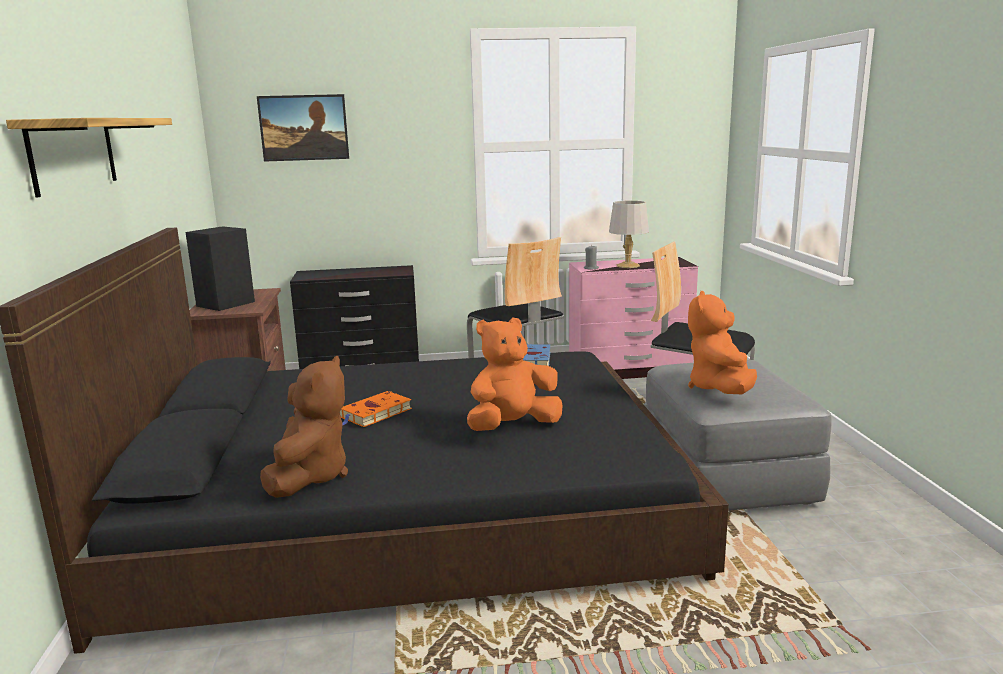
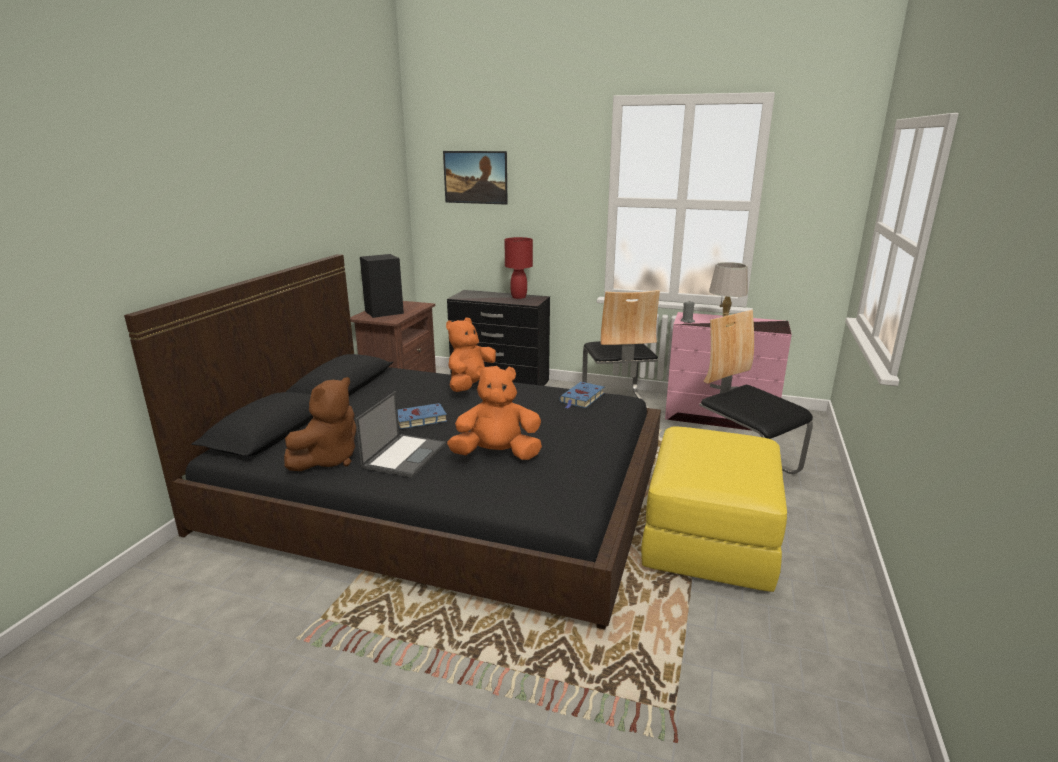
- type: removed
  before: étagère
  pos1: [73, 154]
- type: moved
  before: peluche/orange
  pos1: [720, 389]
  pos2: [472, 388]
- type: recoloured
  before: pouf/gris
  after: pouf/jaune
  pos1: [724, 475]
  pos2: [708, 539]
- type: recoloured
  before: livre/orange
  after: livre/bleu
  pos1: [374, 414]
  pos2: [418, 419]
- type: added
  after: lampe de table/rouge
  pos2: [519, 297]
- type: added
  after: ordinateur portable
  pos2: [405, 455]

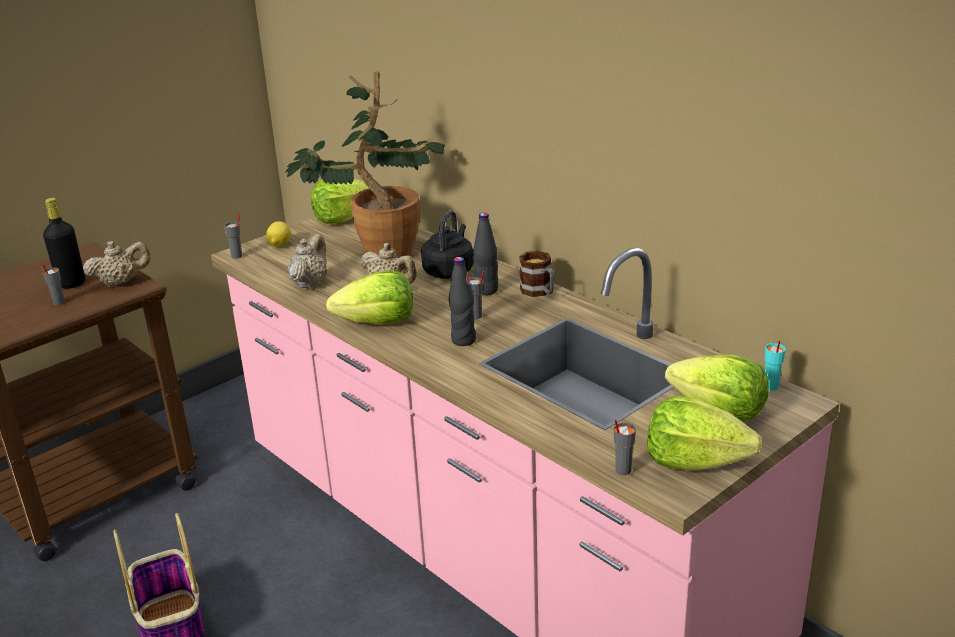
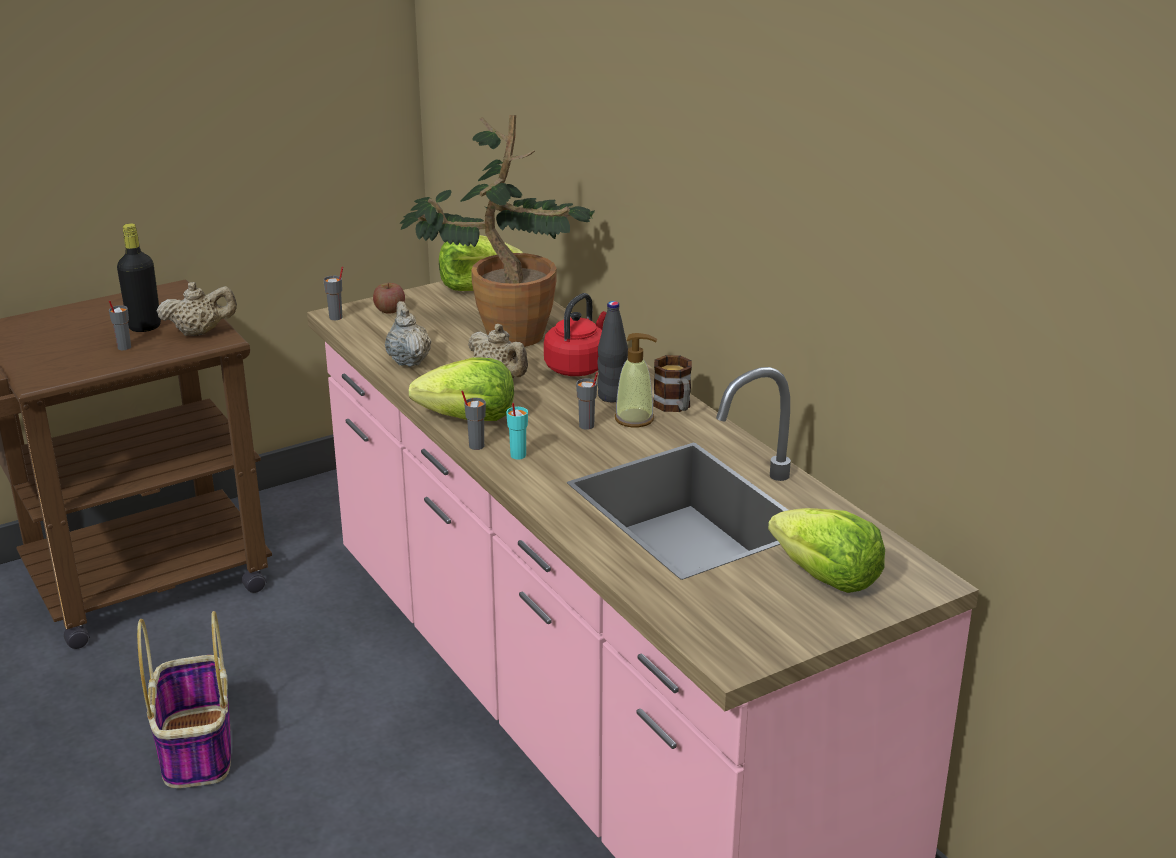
- type: recoloured
  before: bouilloire/noir
  after: bouilloire/rouge
  pos1: [449, 271]
  pos2: [578, 367]
- type: replaced
  before: citron
  after: pomme
  pos1: [279, 245]
  pos2: [389, 310]
- type: turned
  before: théière/beige
  pos1: [310, 283]
  pos2: [408, 360]
  turn: -45
- type: removed
  before: bouteille/noir
  pos1: [463, 340]
- type: moved
  before: tasse/turquoise
  pos1: [770, 387]
  pos2: [517, 455]
- type: removed
  before: laitue
  pos1: [694, 461]
- type: moved
  before: tasse/gris
  pos1: [622, 470]
  pos2: [476, 446]
- type: added
  after: distributeur de savon
  pos2: [634, 419]

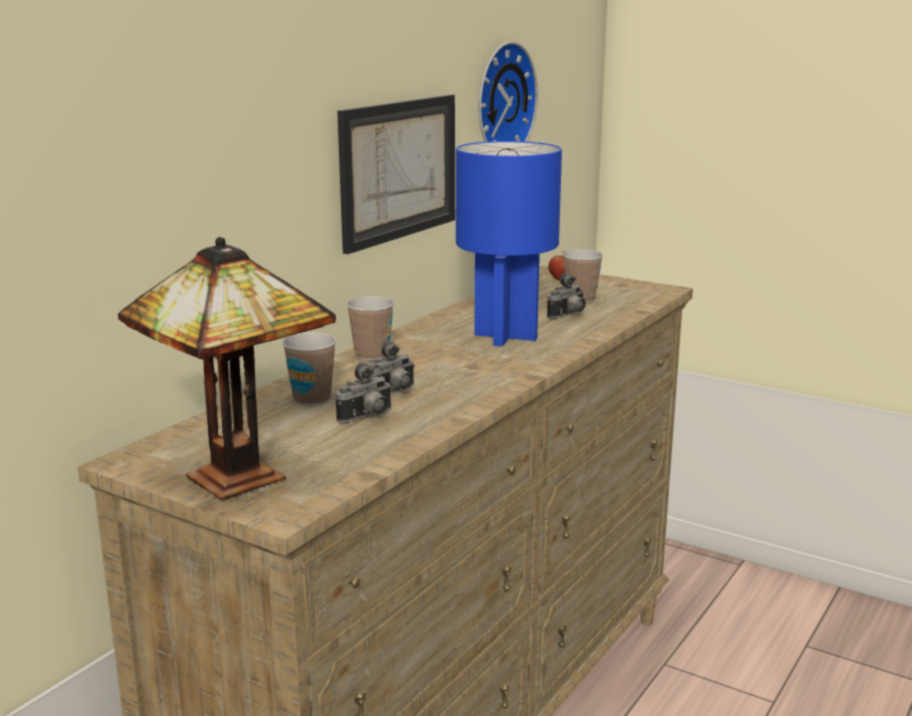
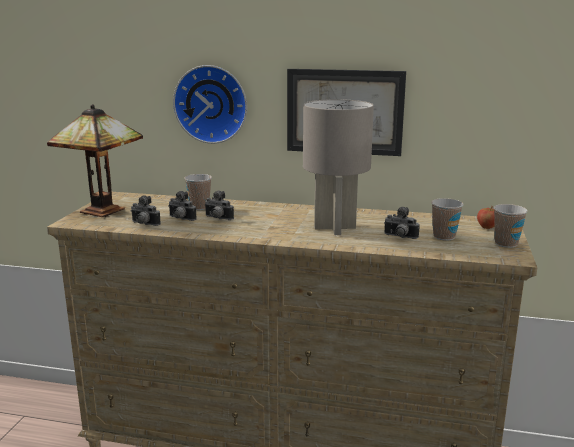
- type: moved
  before: horloge murale
  pos1: [500, 100]
  pos2: [212, 104]
- type: recoloured
  before: lampe de table/bleu
  after: lampe de table/gris
  pos1: [506, 336]
  pos2: [335, 228]
- type: moved
  before: tasse
  pos1: [371, 355]
  pos2: [506, 244]
- type: added
  after: appareil photo
  pos2: [144, 224]

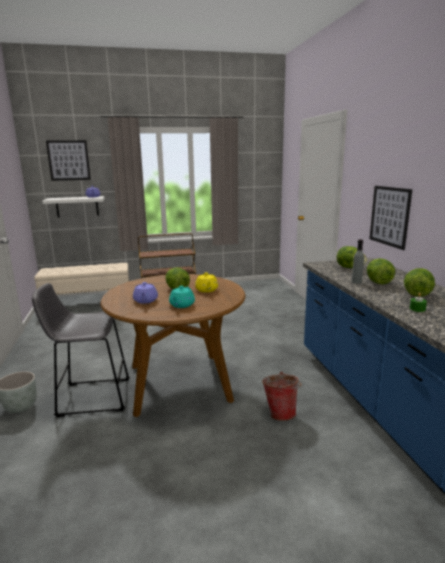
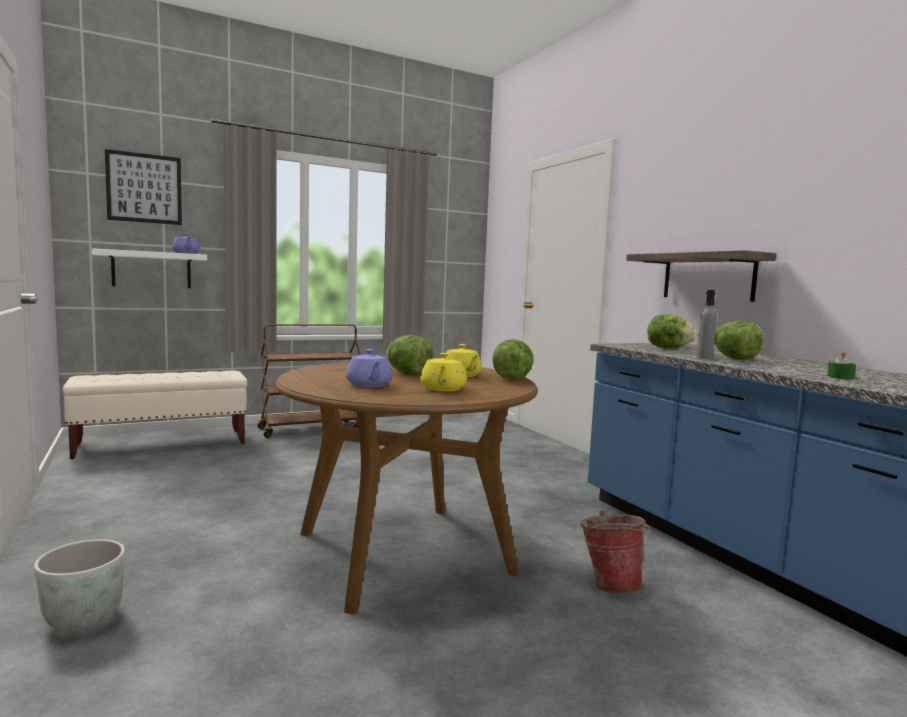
- type: replaced
  before: tableau
  after: étagère
  pos1: [389, 216]
  pos2: [708, 277]
- type: moved
  before: laitue
  pos1: [417, 294]
  pos2: [511, 379]
- type: removed
  before: tabouret/gris
  pos1: [90, 397]
- type: recoloured
  before: théière/turquoise
  after: théière/jaune
  pos1: [181, 305]
  pos2: [443, 389]

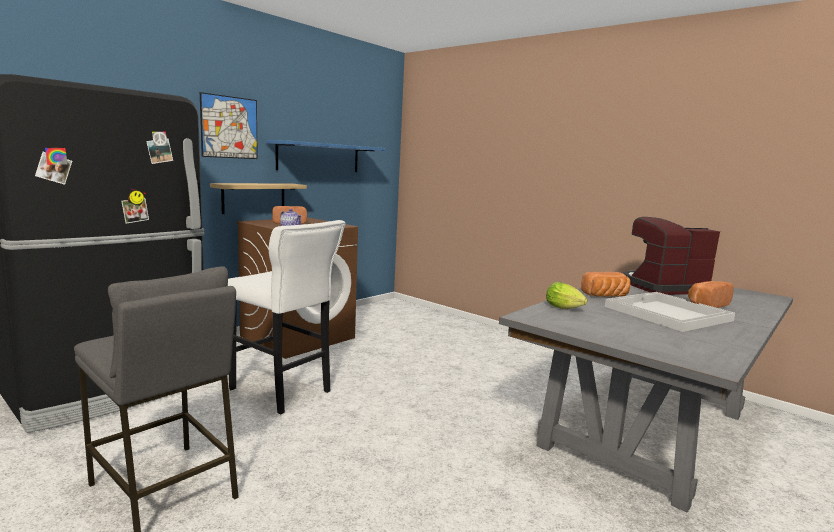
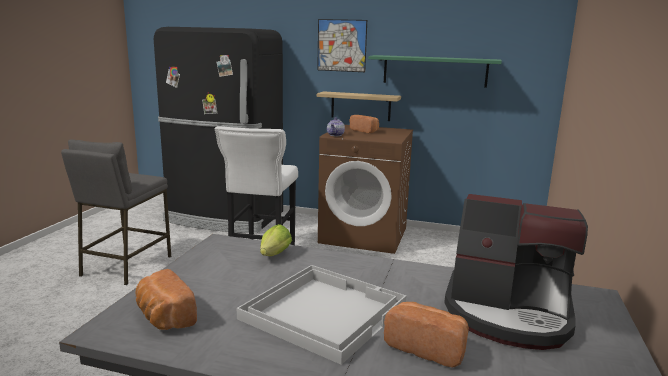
- type: recoloured
  before: étagère/bleu
  after: étagère/vert
  pos1: [319, 157]
  pos2: [434, 71]
- type: turned
  before: machine à café
  pos1: [663, 287]
  pos2: [508, 314]
  turn: 150
- type: moved
  before: pain
  pos1: [606, 296]
  pos2: [164, 317]

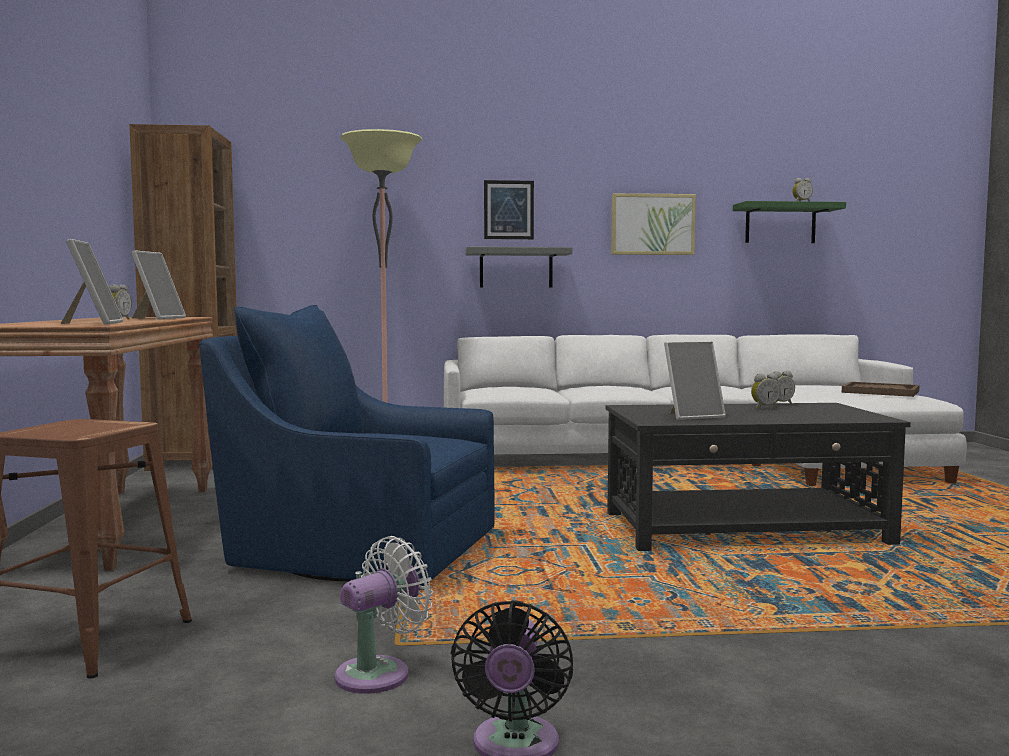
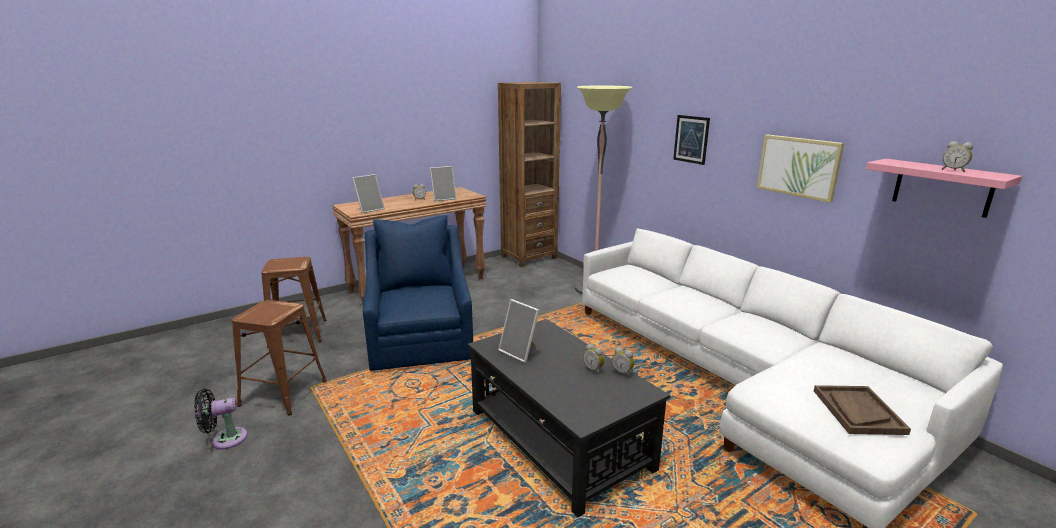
- type: recoloured
  before: étagère/vert
  after: étagère/rose
  pos1: [780, 224]
  pos2: [942, 187]
- type: removed
  before: étagère/gris
  pos1: [516, 268]
- type: replaced
  before: ventilateur/blanc
  after: tabouret/marron
  pos1: [379, 673]
  pos2: [283, 393]

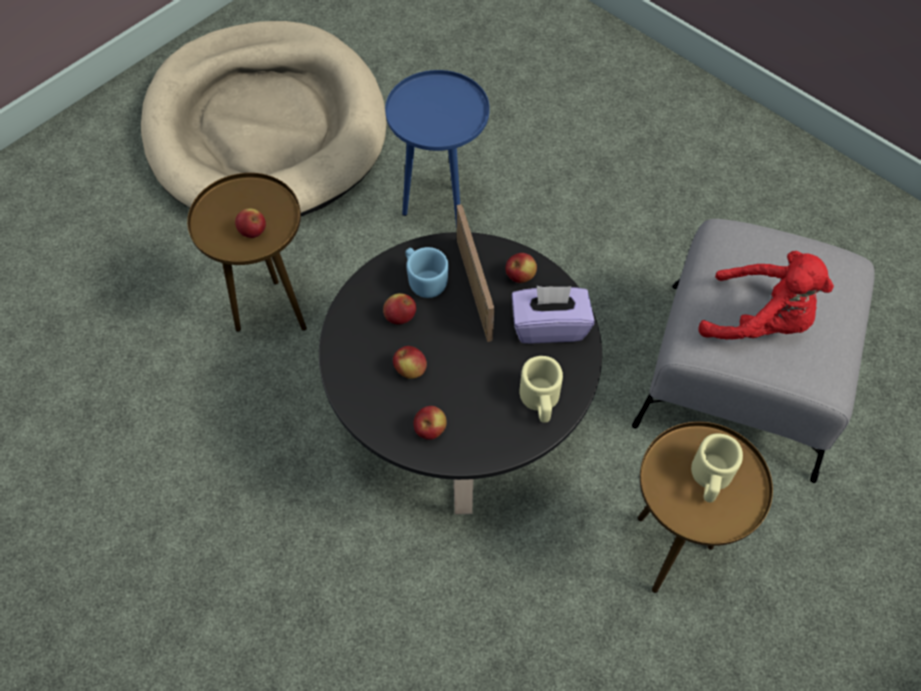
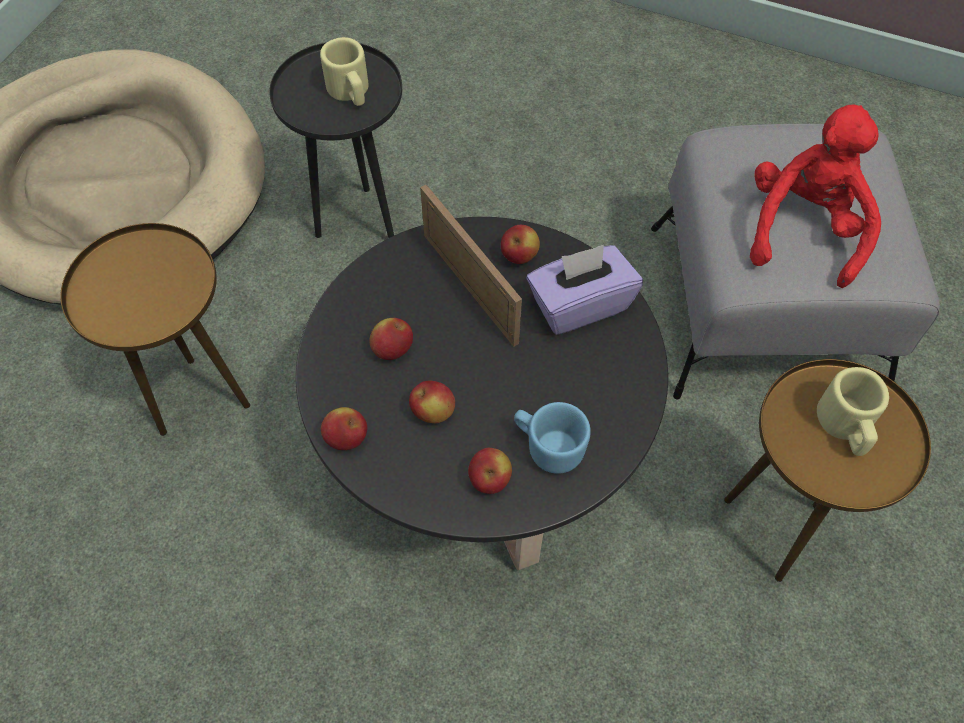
- type: recoloured
  before: table d'appoint/bleu
  after: table d'appoint/noir
  pos1: [440, 212]
  pos2: [359, 222]
- type: moved
  before: pomme
  pos1: [253, 232]
  pos2: [346, 438]
- type: moved
  before: mug/bleu
  pos1: [425, 280]
  pos2: [548, 446]
- type: turned
  before: peluche/rouge
  pos1: [759, 321]
  pos2: [803, 229]
  turn: -75
- type: moved
  before: mug/beige
  pos1: [540, 400]
  pos2: [350, 92]

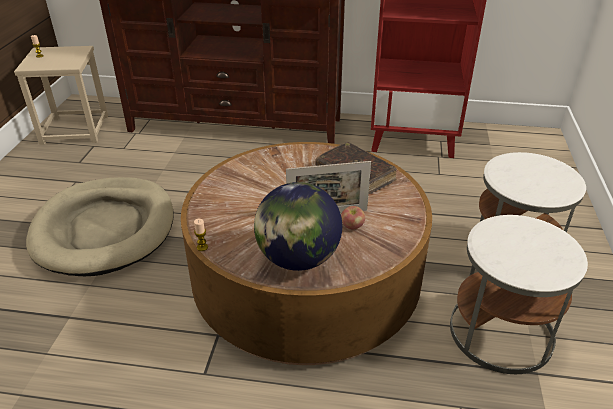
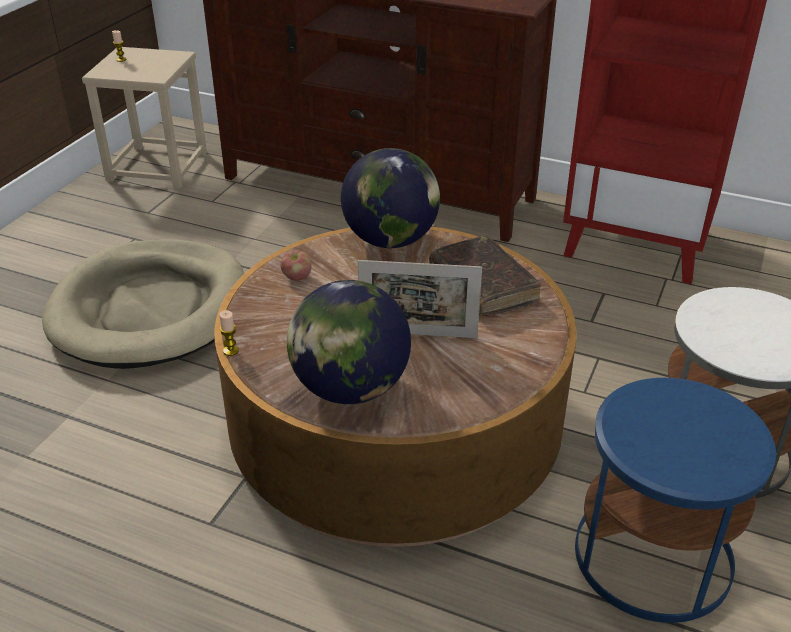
- type: moved
  before: pomme
  pos1: [352, 226]
  pos2: [297, 277]
- type: recoloured
  before: table d'appoint/blanc
  after: table d'appoint/bleu
  pos1: [501, 332]
  pos2: [653, 556]
- type: added
  after: globe
  pos2: [391, 240]

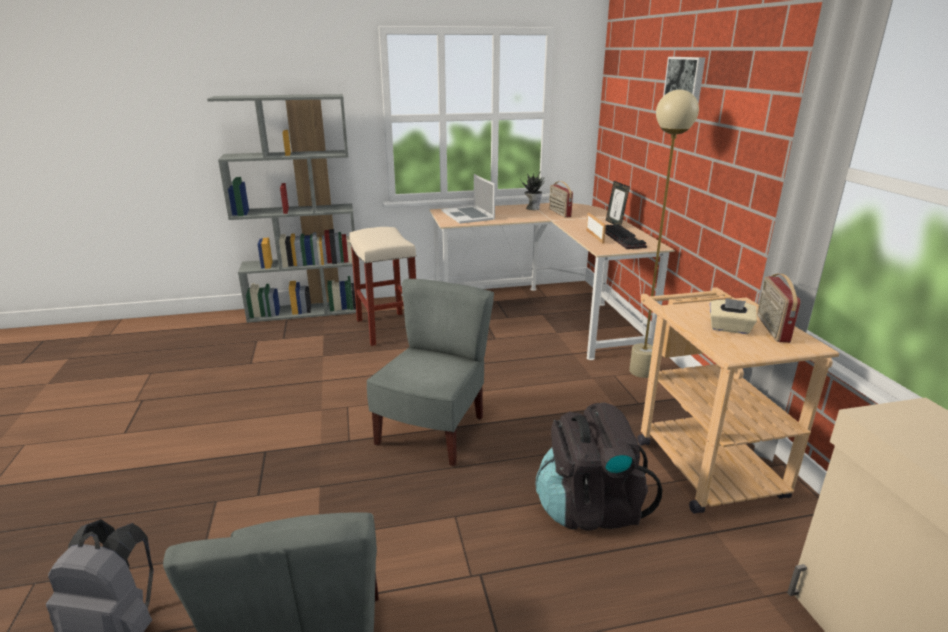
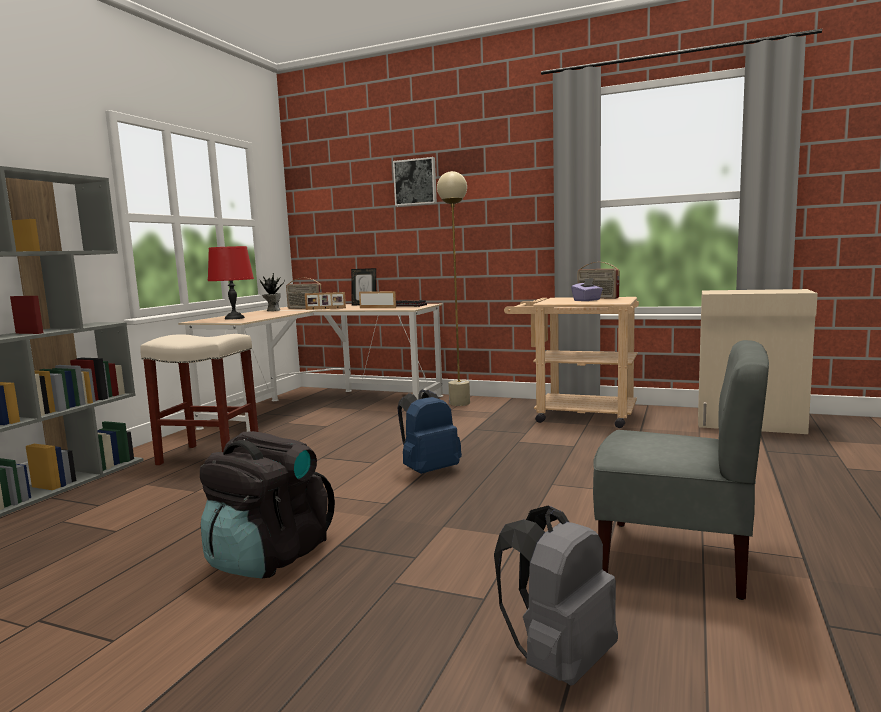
- type: replaced
  before: ordinateur portable
  after: lampe de table/rouge
  pos1: [468, 215]
  pos2: [235, 318]
- type: replaced
  before: chaise/gris
  after: sac à dos/bleu
  pos1: [433, 431]
  pos2: [429, 471]
- type: recoloured
  before: boîte à mouchoirs/beige
  after: boîte à mouchoirs/violet
  pos1: [729, 328]
  pos2: [587, 300]
- type: moved
  before: sac à dos/noir
  pos1: [590, 508]
  pos2: [269, 556]
- type: added
  after: cadre photo
  pos2: [325, 309]

